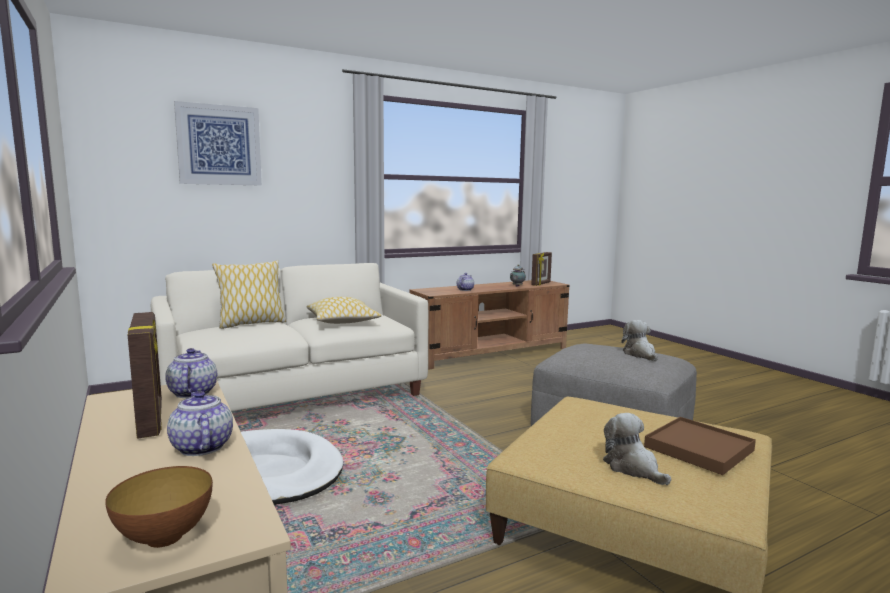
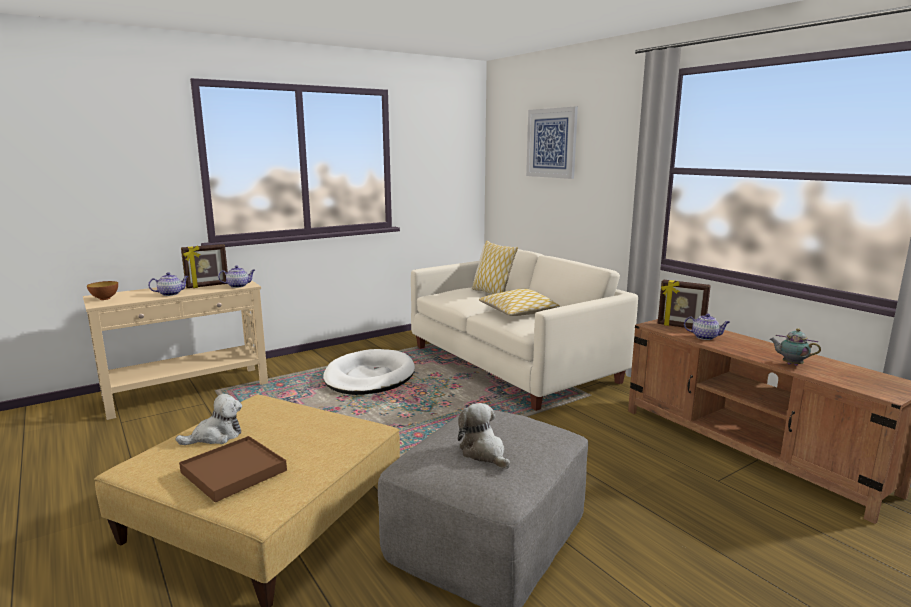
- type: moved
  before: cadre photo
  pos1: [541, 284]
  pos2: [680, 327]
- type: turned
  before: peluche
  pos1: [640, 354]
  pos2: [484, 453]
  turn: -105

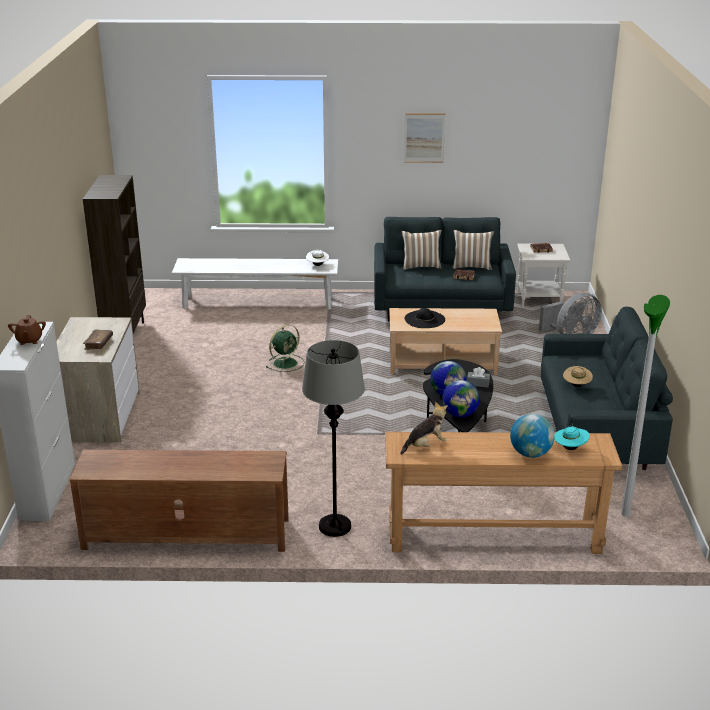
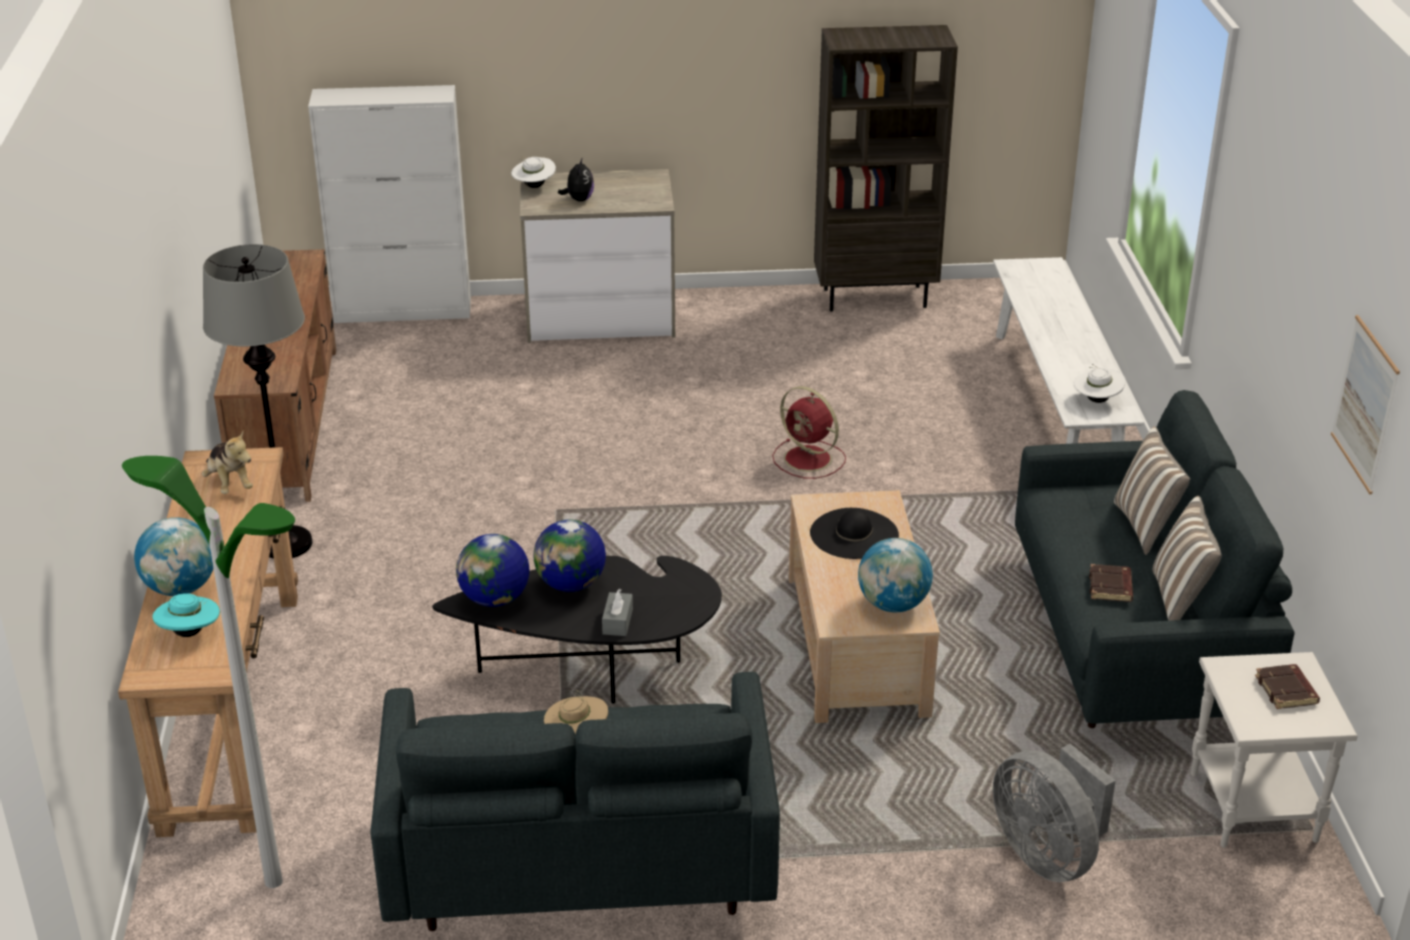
- type: moved
  before: tableau
  pos1: [424, 138]
  pos2: [1365, 404]
- type: removed
  before: théière/marron
  pos1: [29, 340]
- type: recoloured
  before: ventilateur/vert
  after: ventilateur/rouge
  pos1: [286, 363]
  pos2: [809, 459]
- type: replaced
  before: livre/marron
  after: peluche
  pos1: [98, 343]
  pos2: [579, 199]
- type: added
  after: chapeau/blanc
  pos2: [534, 186]
- type: added
  after: globe
  pos2: [893, 605]

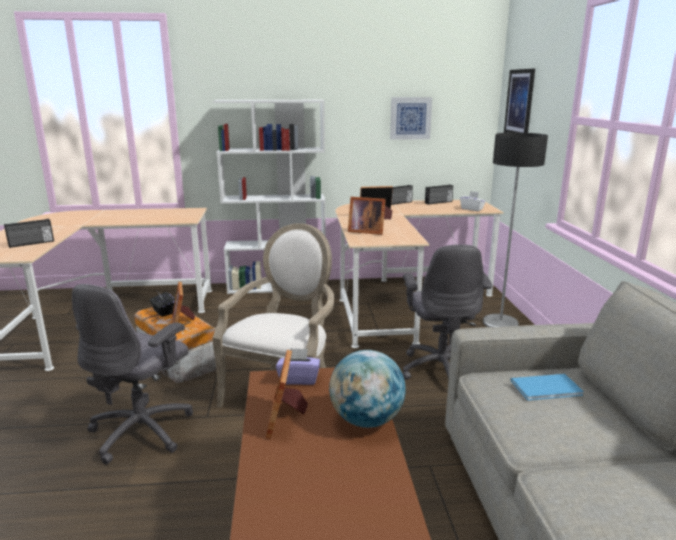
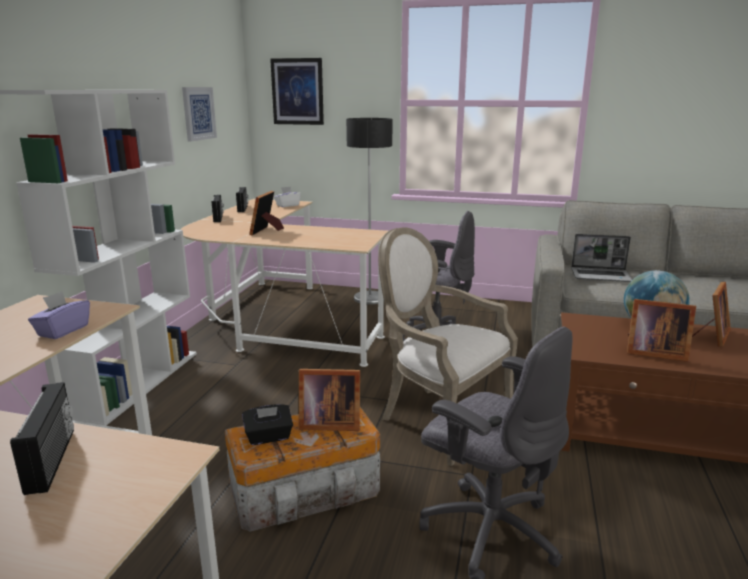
- type: moved
  before: cadre photo
  pos1: [365, 231]
  pos2: [711, 336]
- type: moved
  before: boîte à mouchoirs/violet
  pos1: [299, 379]
  pos2: [63, 330]
- type: replaced
  before: livre/bleu
  after: ordinateur portable
  pos1: [548, 389]
  pos2: [601, 276]

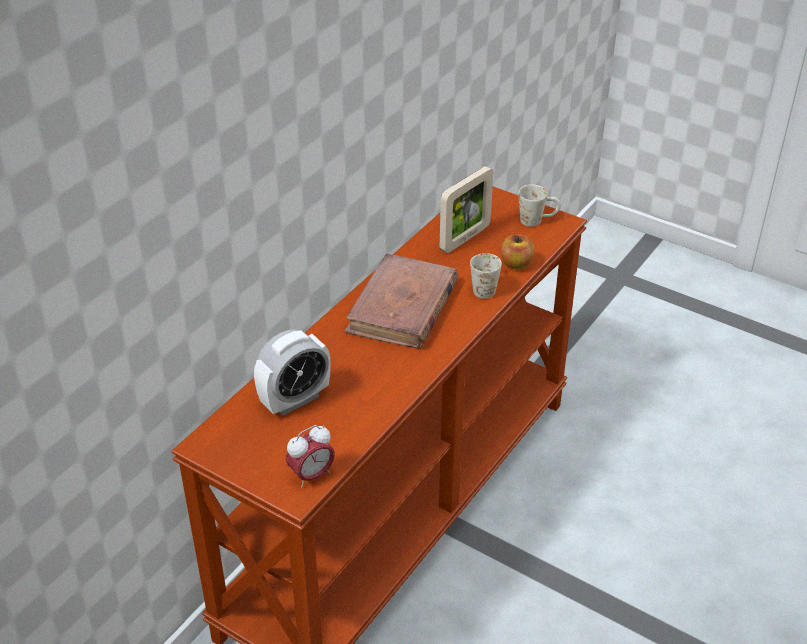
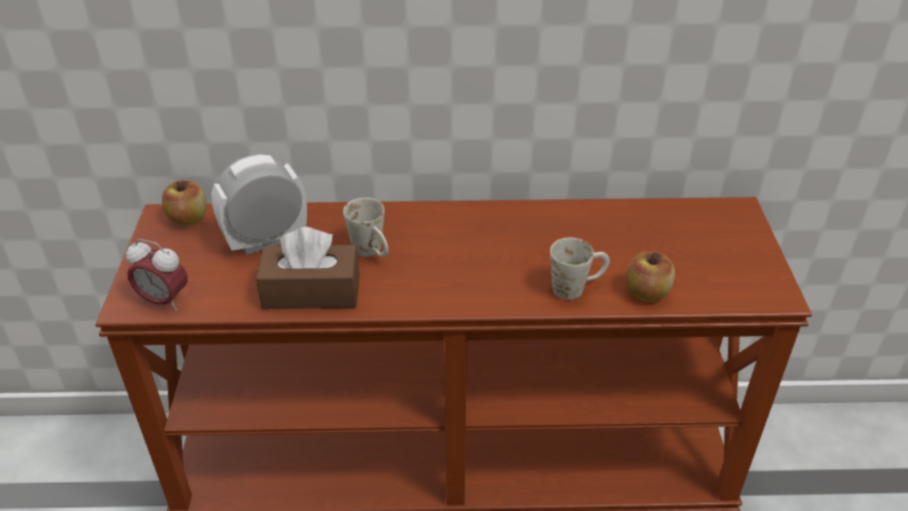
- type: removed
  before: cadre photo
  pos1: [465, 238]
- type: moved
  before: mug/blanc
  pos1: [537, 220]
  pos2: [372, 252]
- type: removed
  before: livre/marron
  pos1: [402, 307]
- type: turned
  before: réveil
  pos1: [295, 400]
  pos2: [266, 240]
  turn: 135
- type: added
  after: pomme
  pos2: [188, 219]
- type: added
  after: boîte à mouchoirs/marron
  pos2: [311, 292]

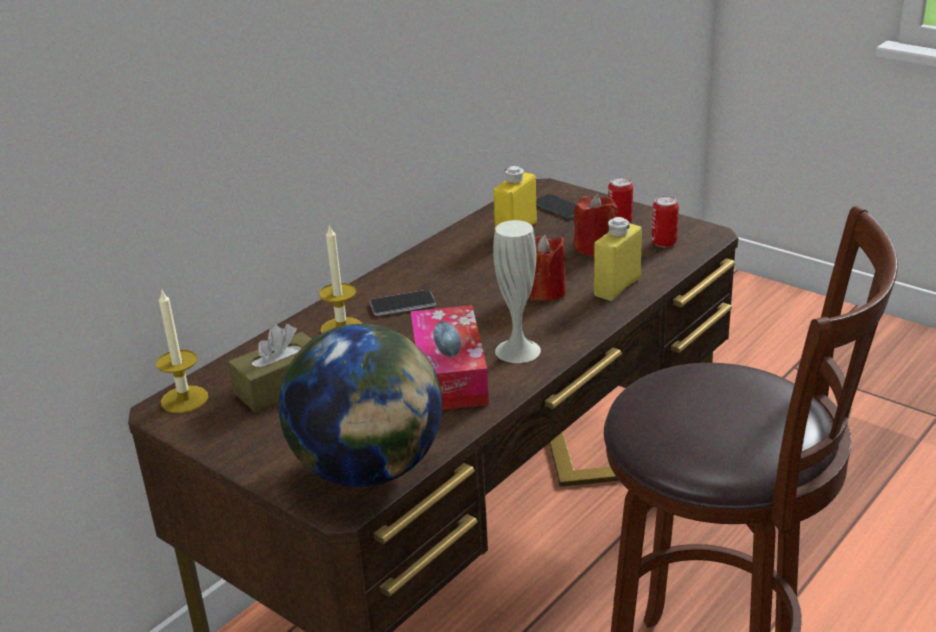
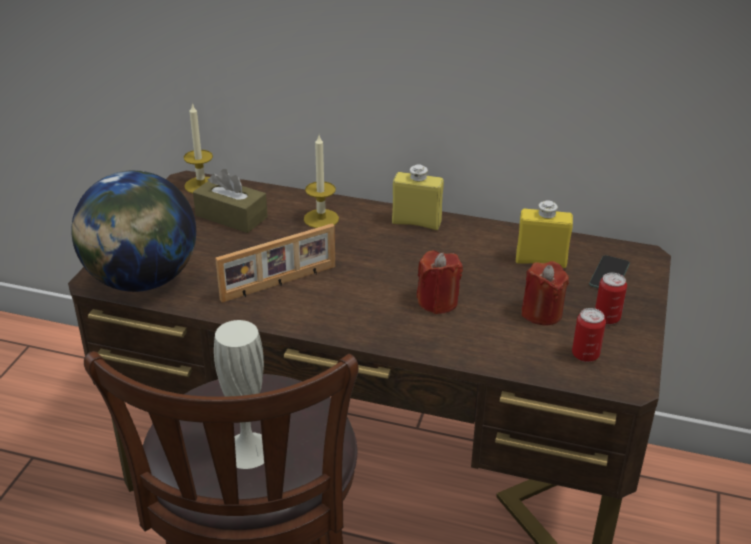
- type: moved
  before: bouteille/jaune
  pos1: [617, 287]
  pos2: [416, 223]
- type: moved
  before: vase/blanc
  pos1: [517, 350]
  pos2: [247, 450]
- type: removed
  before: téléphone
  pos1: [402, 304]
- type: replaced
  before: boîte à mouchoirs
  after: cadre photo
  pos1: [449, 374]
  pos2: [279, 284]

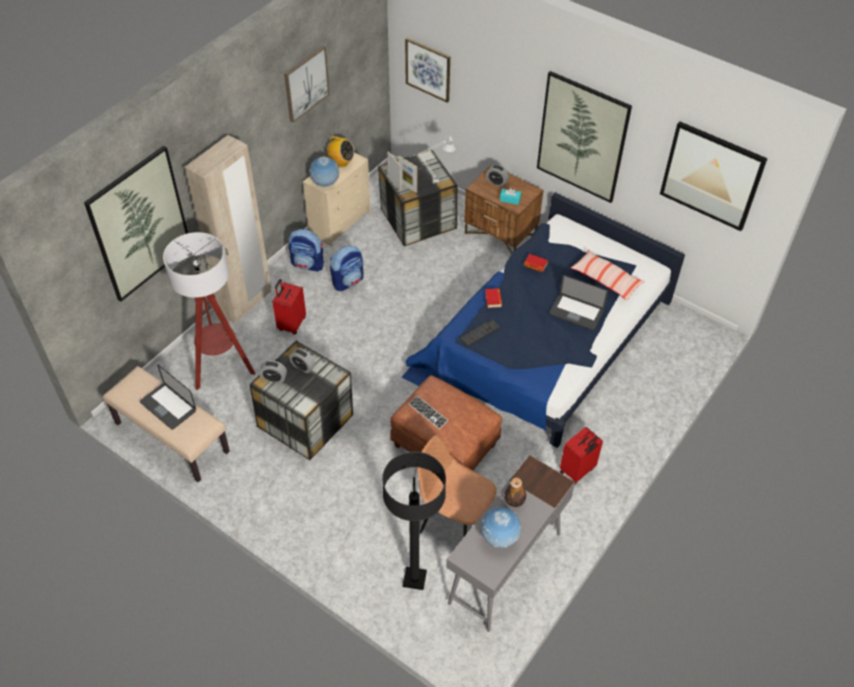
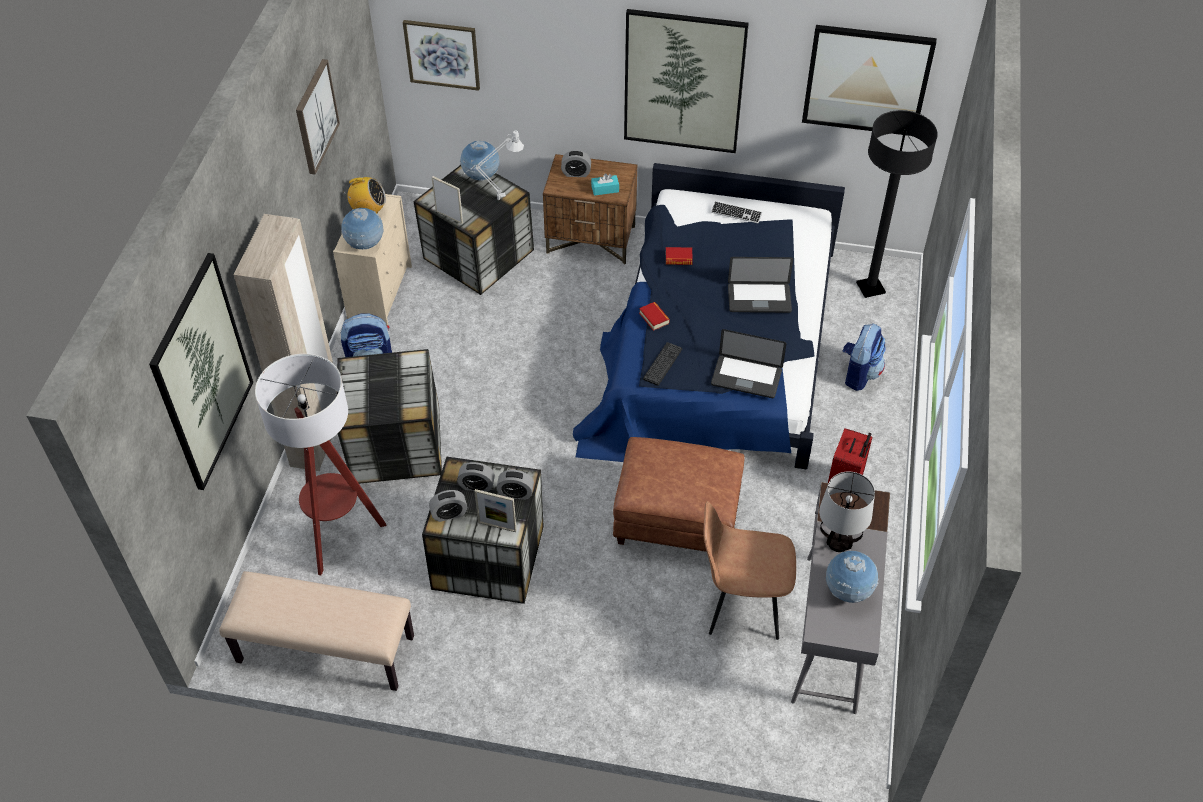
- type: moved
  before: cadre photo
  pos1: [407, 187]
  pos2: [497, 526]
- type: moved
  before: sac à dos
  pos1: [348, 281]
  pos2: [859, 373]
- type: removed
  before: coussin
  pos1: [606, 280]
- type: replaced
  before: valise/rouge
  after: boîte de rangement
  pos1: [291, 324]
  pos2: [395, 444]
- type: moved
  before: ordinateur portable
  pos1: [168, 406]
  pos2: [746, 377]
- type: moved
  before: clavier
  pos1: [428, 413]
  pos2: [736, 213]
- type: moved
  before: lampadaire/noir
  pos1: [414, 579]
  pos2: [870, 288]
- type: replaced
  before: bouteille
  after: lampe de table
  pos1: [514, 501]
  pos2: [838, 542]
- type: added
  after: globe
  pos2: [481, 177]
- type: added
  after: réveil
  pos2: [515, 493]

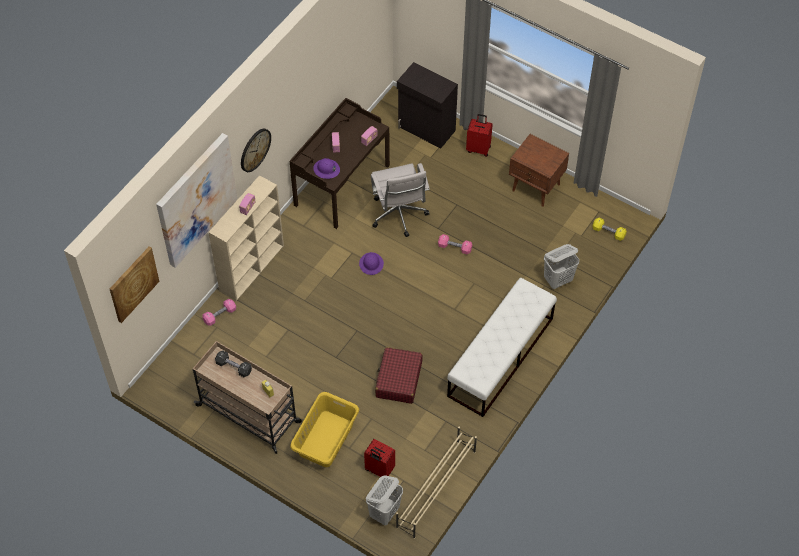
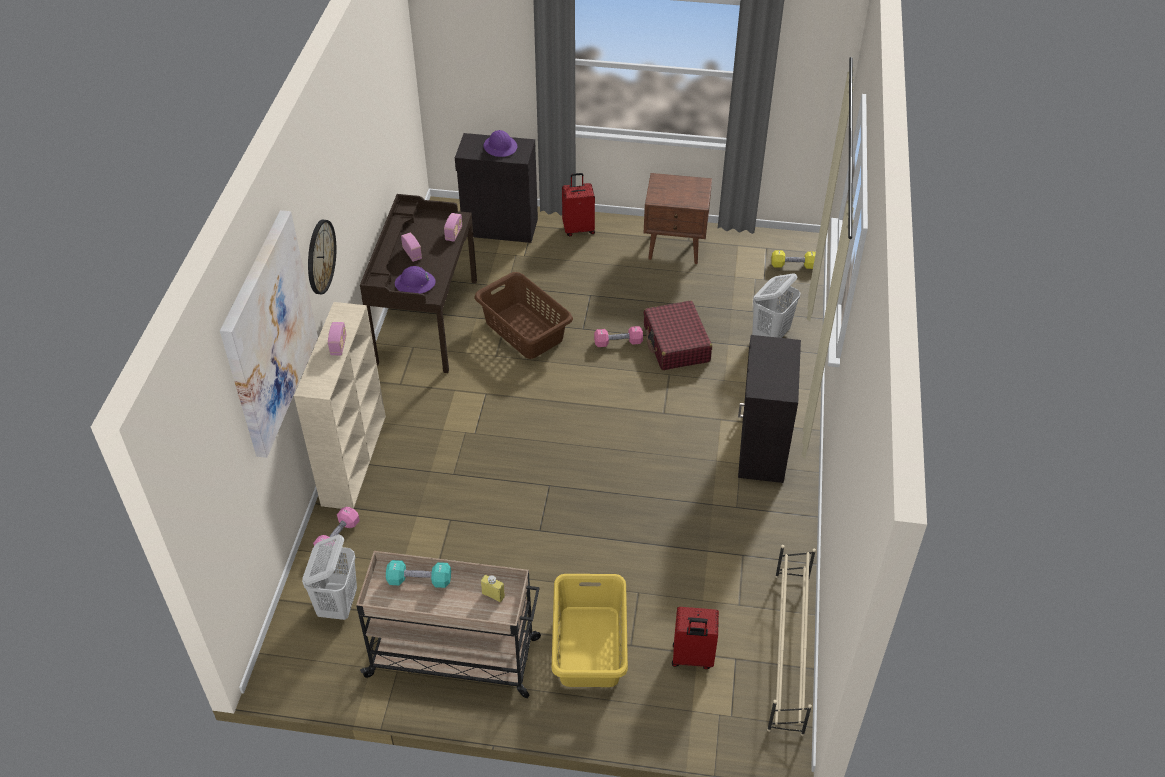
- type: replaced
  before: chaise de bureau/blanc
  after: panier à linge/marron
  pos1: [399, 216]
  pos2: [524, 331]
- type: removed
  before: tableau
  pos1: [133, 284]
- type: moved
  before: casque de chantier/violet
  pos1: [371, 264]
  pos2: [500, 147]
- type: replaced
  before: banc/blanc
  after: meuble de rangement/noir
  pos1: [500, 357]
  pos2: [761, 448]
- type: moved
  before: valise/rouge
  pos1: [398, 380]
  pos2: [676, 344]
- type: recoloured
  before: haltère/noir
  after: haltère/turquoise
  pos1: [234, 367]
  pos2: [419, 580]
- type: moved
  before: panier à linge/blanc
  pos1: [384, 512]
  pos2: [338, 604]

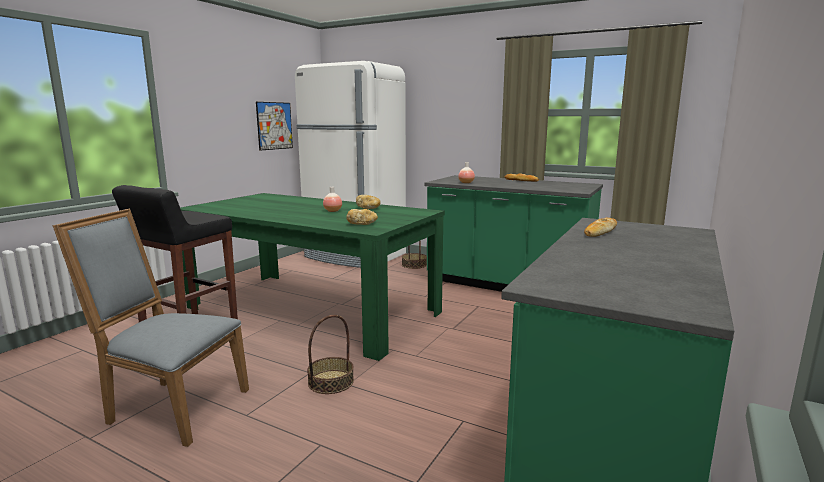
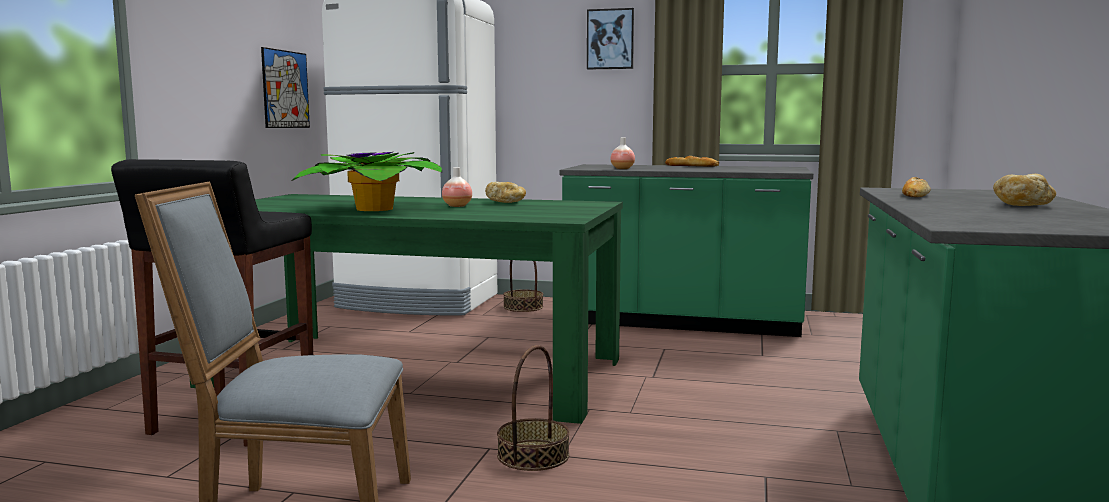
- type: moved
  before: pain
  pos1: [362, 224]
  pos2: [1023, 205]
- type: added
  after: tableau
  pos2: [610, 39]
- type: added
  after: plante en pot
  pos2: [374, 208]

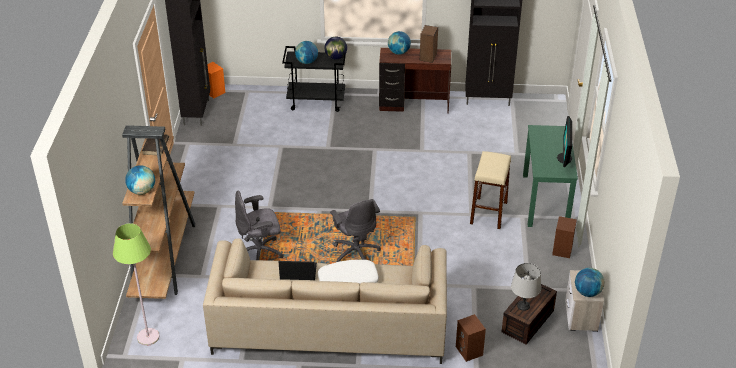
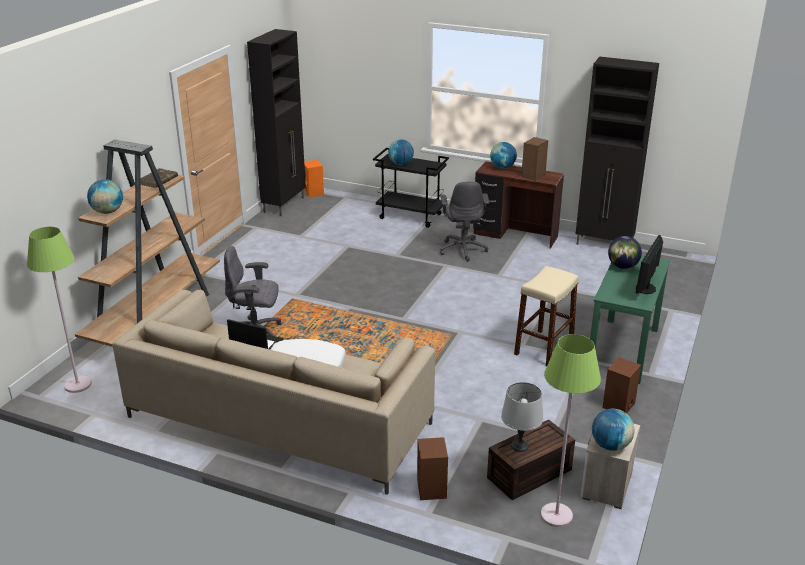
- type: moved
  before: globe
  pos1: [336, 57]
  pos2: [622, 266]
- type: moved
  before: chaise de bureau/gris
  pos1: [356, 252]
  pos2: [463, 249]
- type: added
  after: lampadaire/vert
  pos2: [556, 515]

